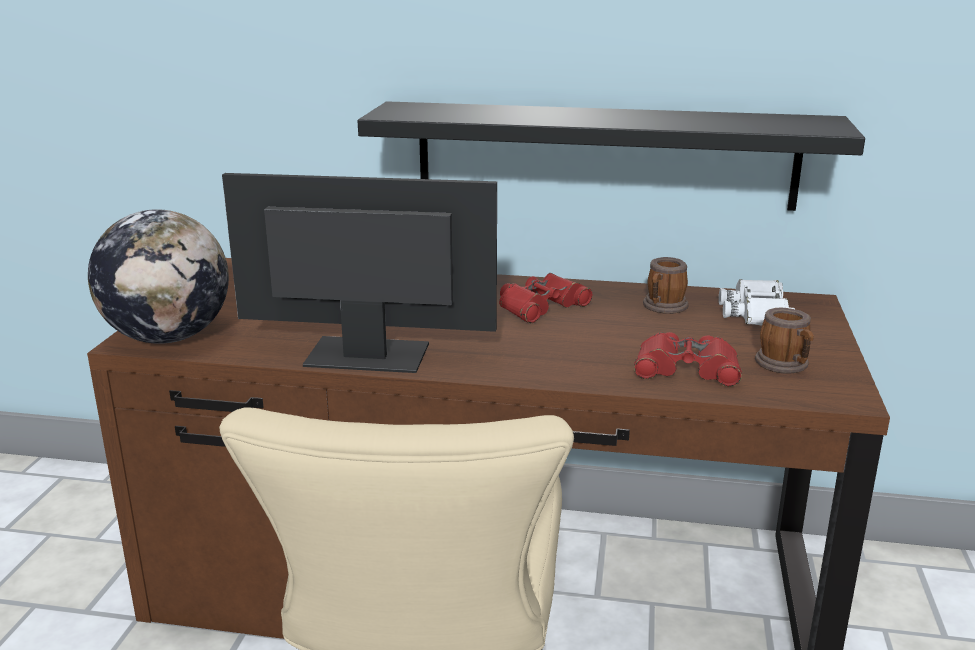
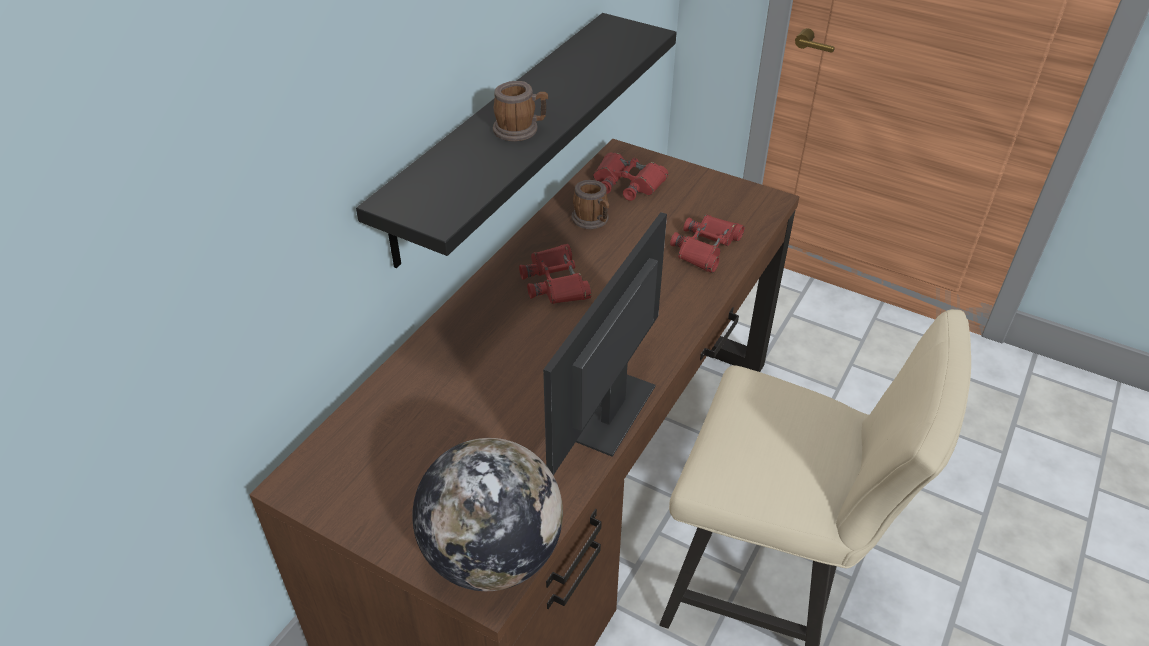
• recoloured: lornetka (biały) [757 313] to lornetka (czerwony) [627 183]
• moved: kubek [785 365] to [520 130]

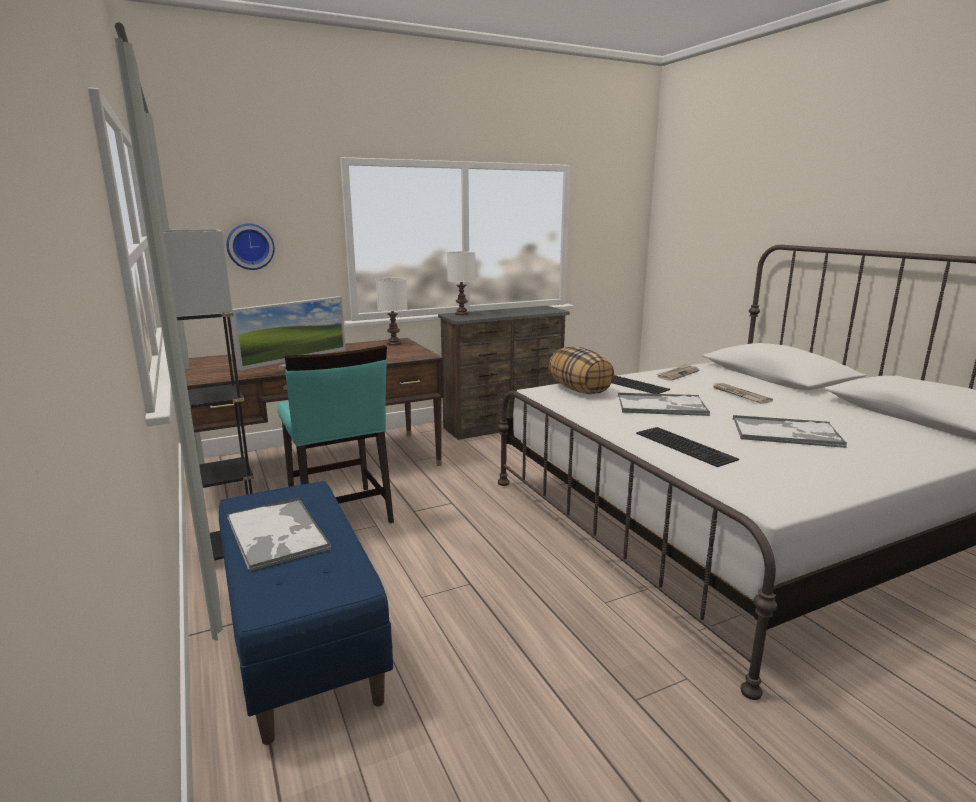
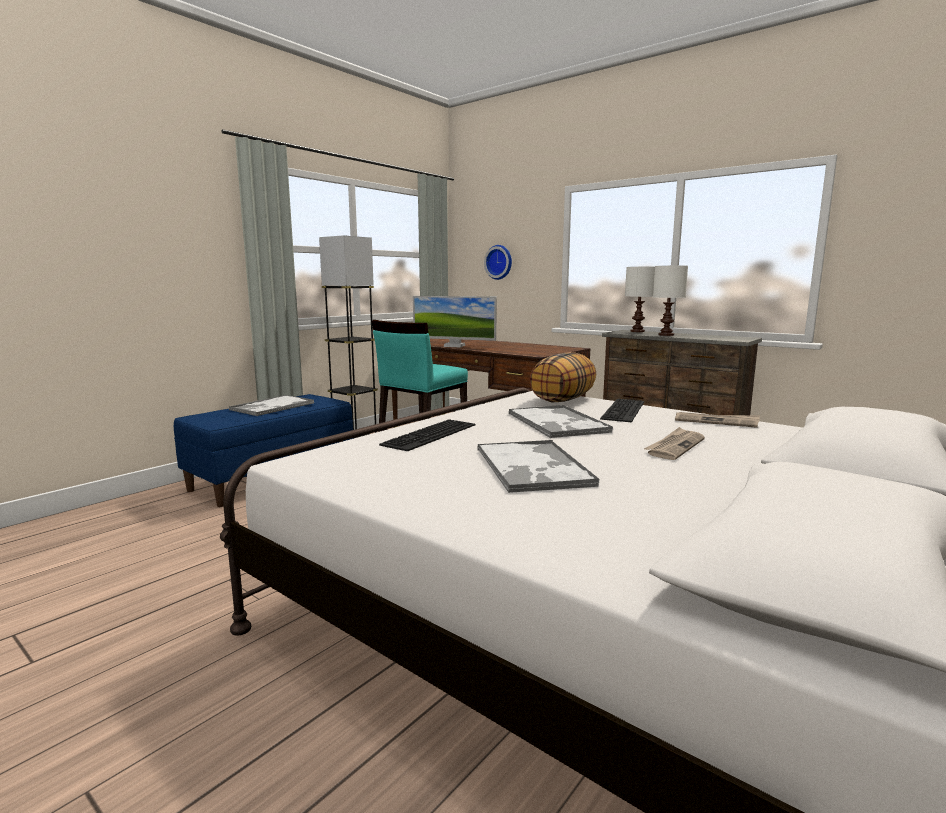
• moved: lampa stołowa (biały) [394 344] to [665 335]

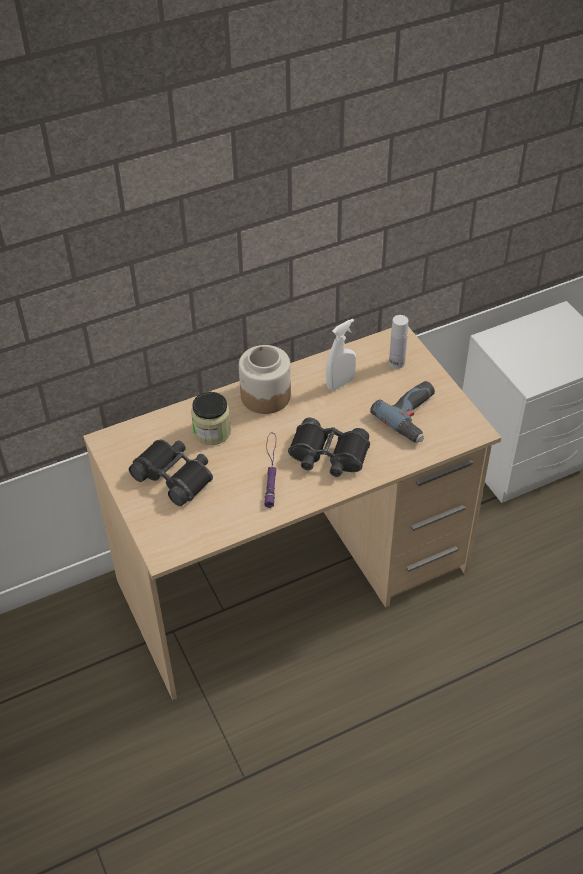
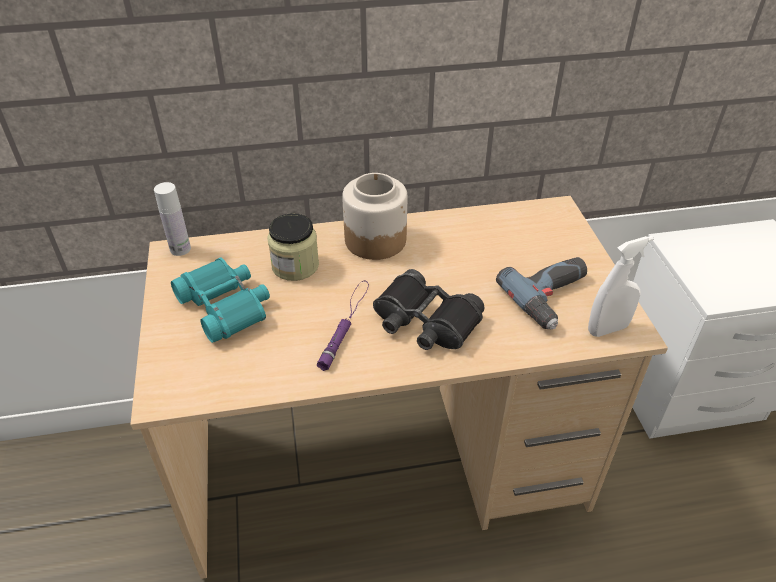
• moved: butelka (biały) [396 363] to [180 249]
• moved: spryskiwacz (biały) [340 383] to [607 329]
• recoloured: lornetka (czarny) [174 476] to lornetka (turkusowy) [226 306]

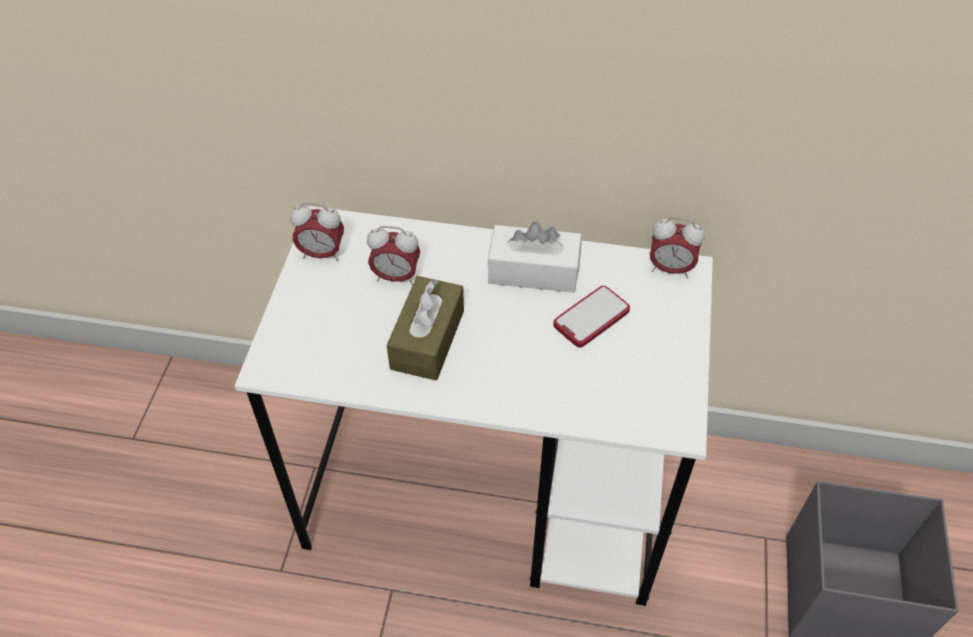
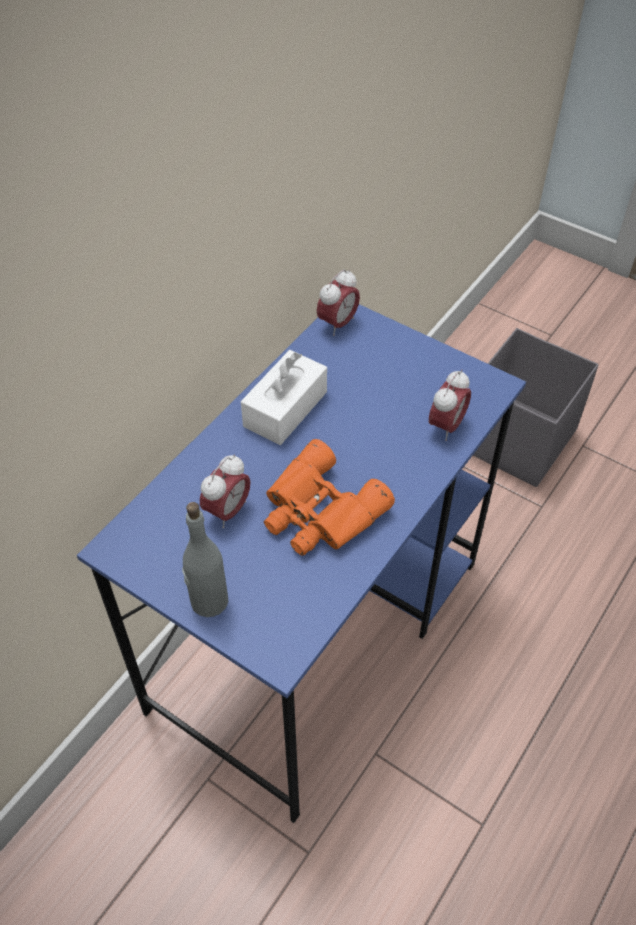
• moved: budzik [322 254] to [446 426]
• recoloured: biurko (biały) [489 493] to biurko (niebieski) [319 632]
• replaced: pudełko chusteczek (brązowy) [427 339] to lornetka (pomarańczowy) [319 513]
• removed: telefon [591 318]
• added: butelka (szary) [209 601]

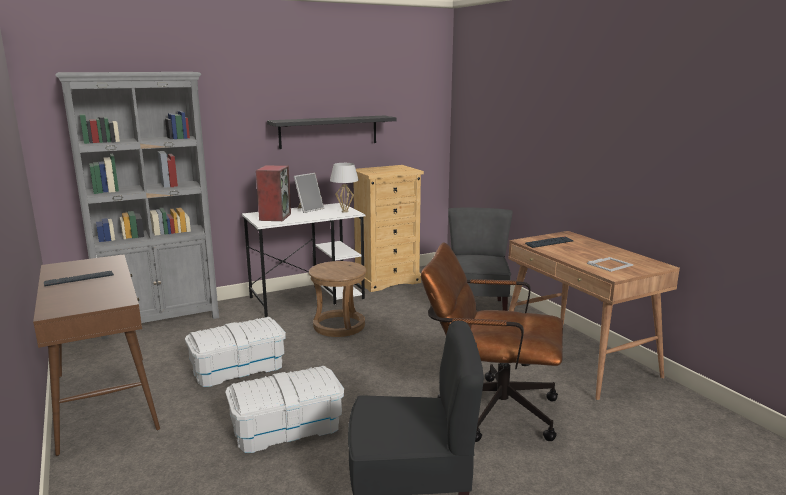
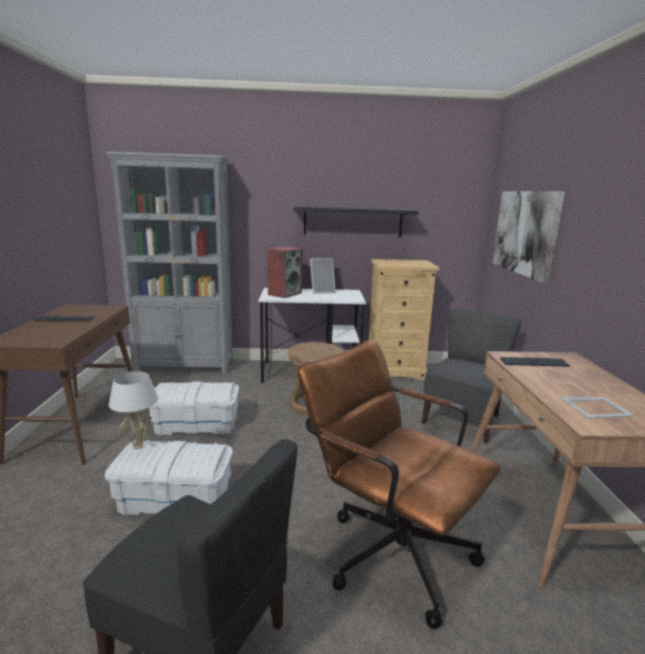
• moved: lampa stołowa (biały) [344 211] to [138 446]
• added: obraz [524 232]

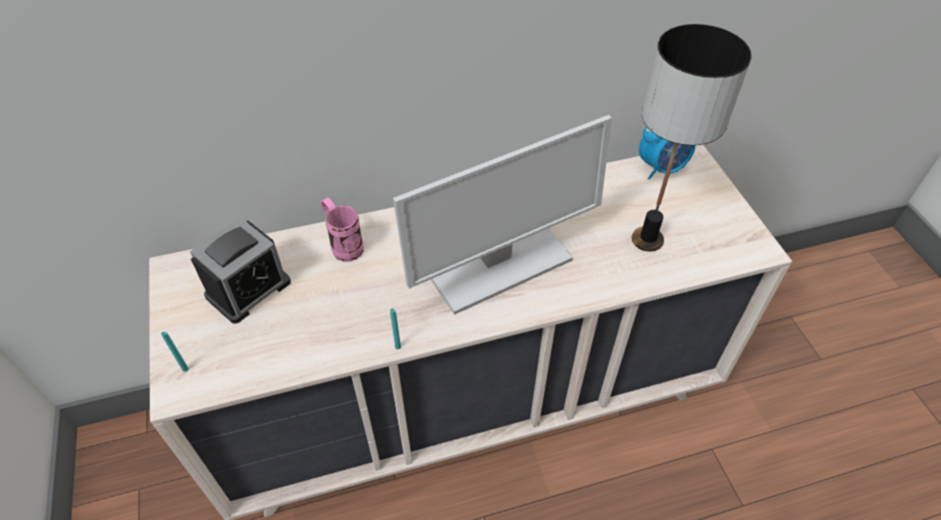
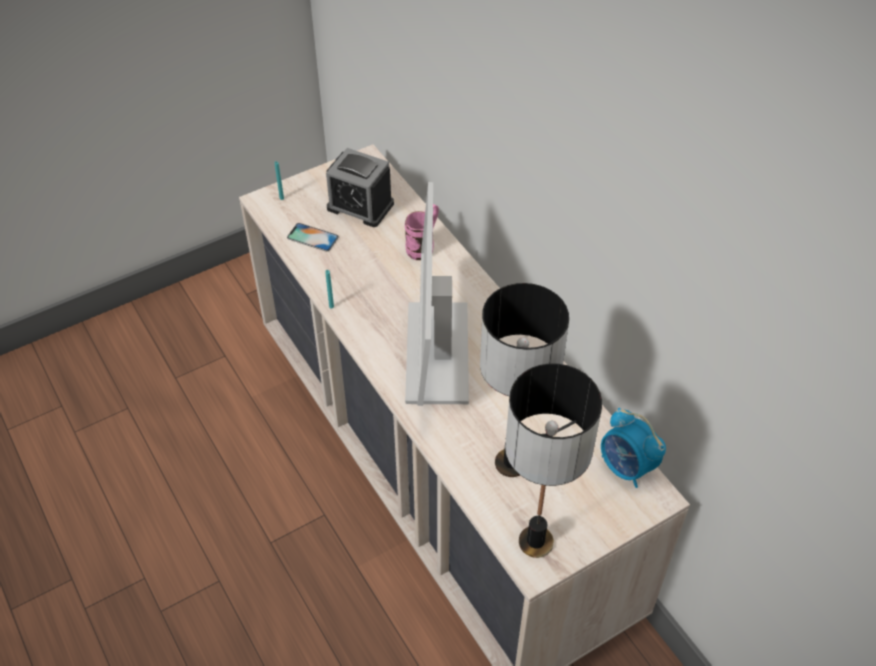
• turned: monitor [497 265] = [436 352] 45 degrees clockwise
• added: telefon [312 237]
• added: lampa stołowa [535 541]

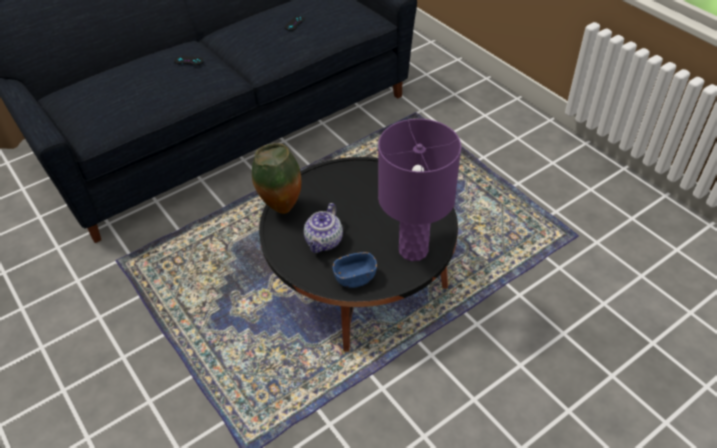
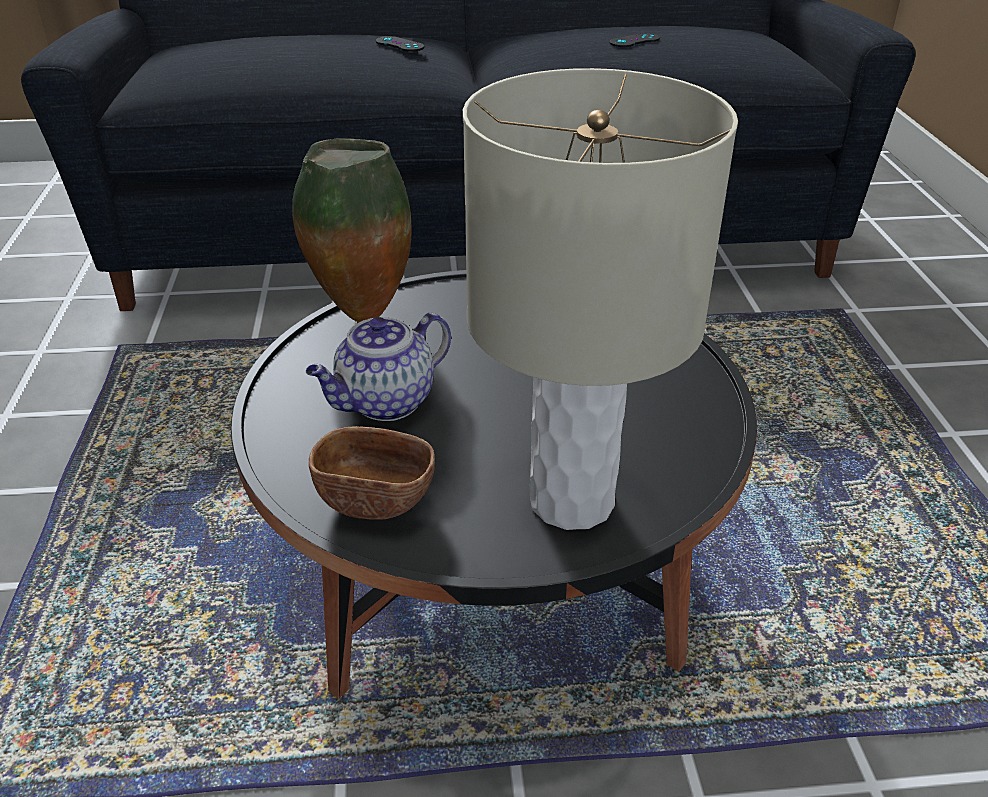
• recoloured: lampa stołowa (fioletowy) [413 250] to lampa stołowa (beżowy) [572 502]
• recoloured: miska (niebieski) [355 277] to miska (brązowy) [375 498]

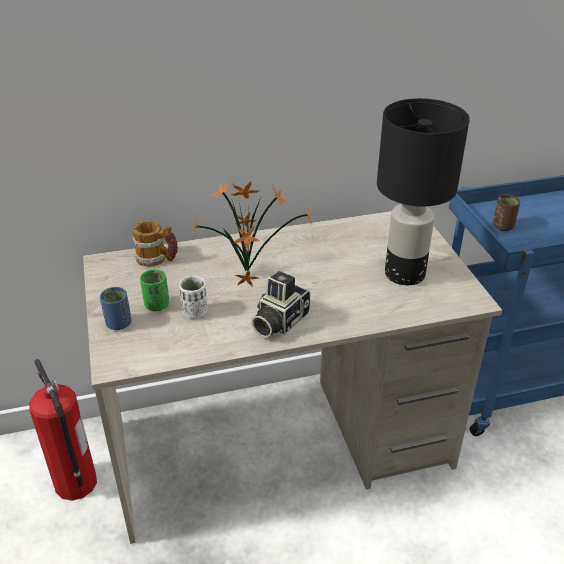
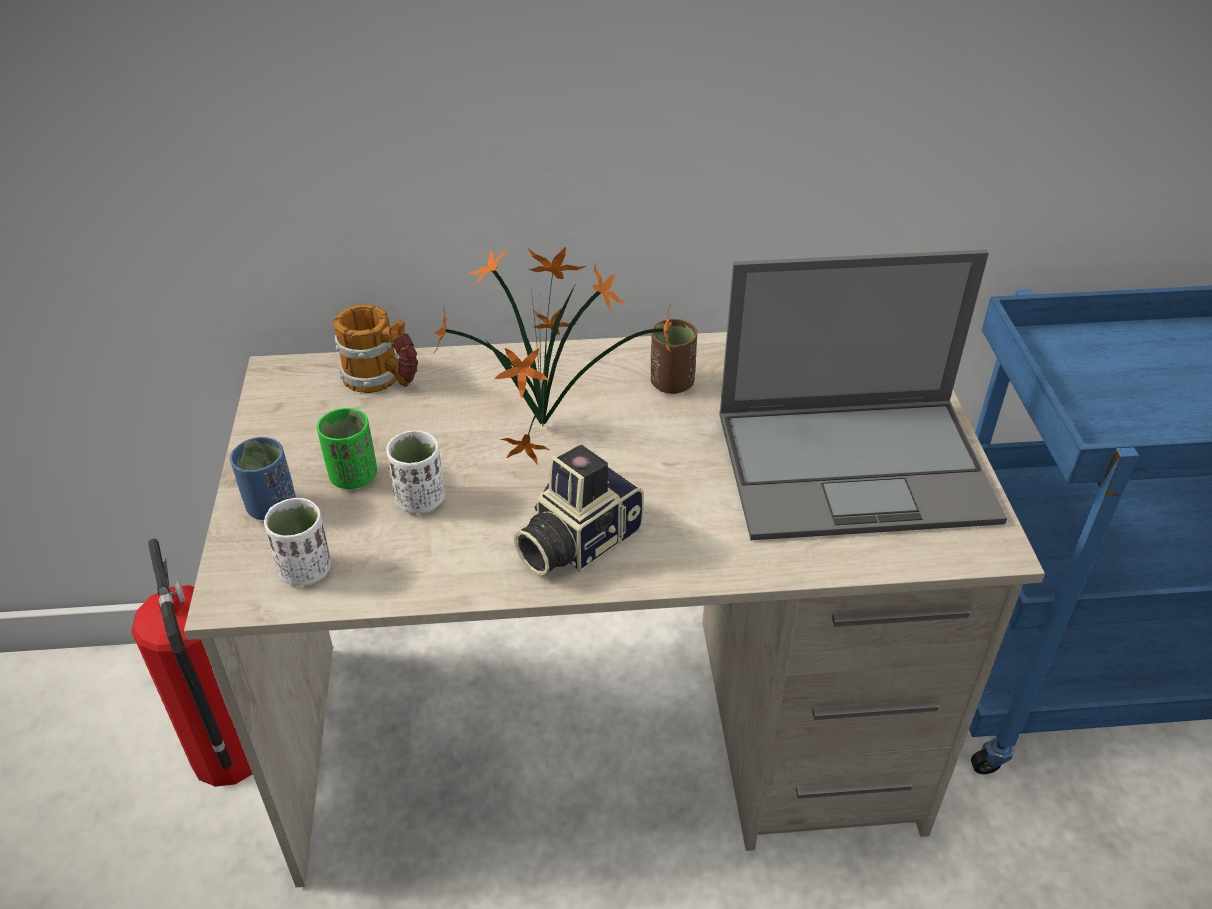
• replaced: lampa stołowa (czarny) [405 273] to laptop [857 466]
• moved: filiżanka (brązowy) [503 226] to [672 383]
• added: filiżanka (biały) [305 570]

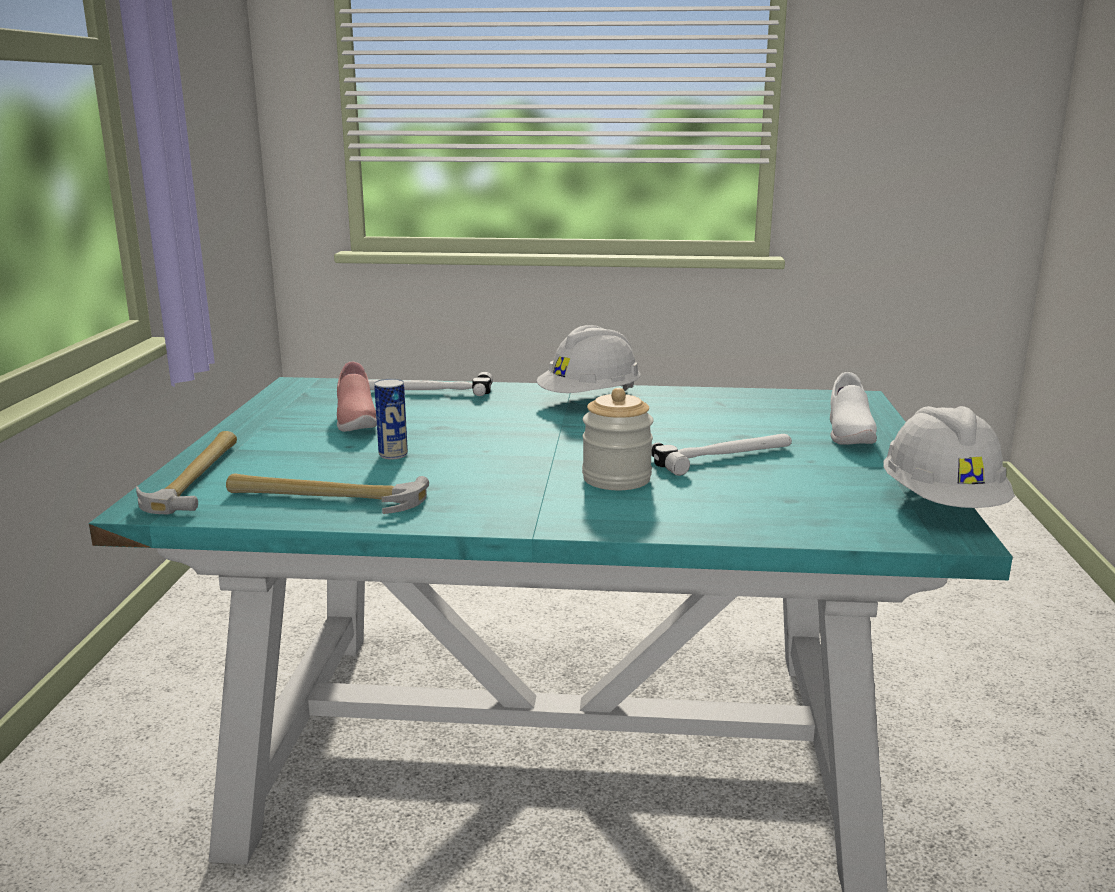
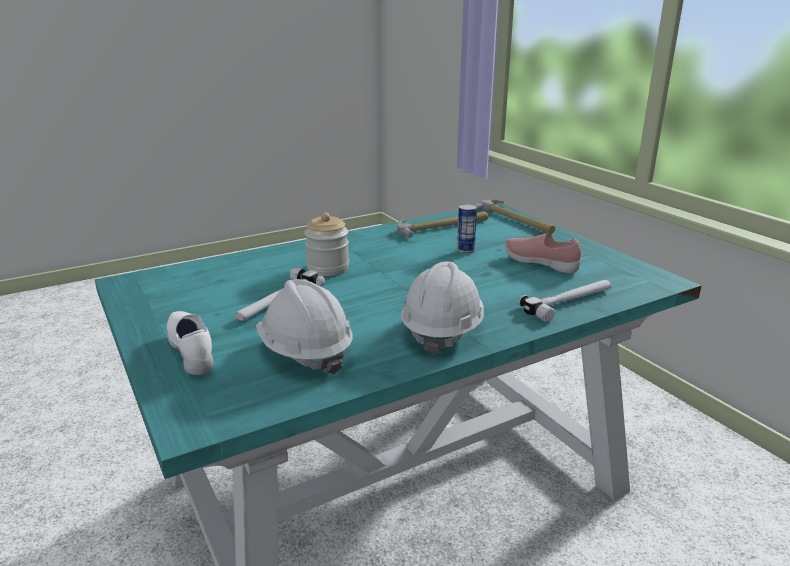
• moved: kask (biały) [942 504] to [305 353]

